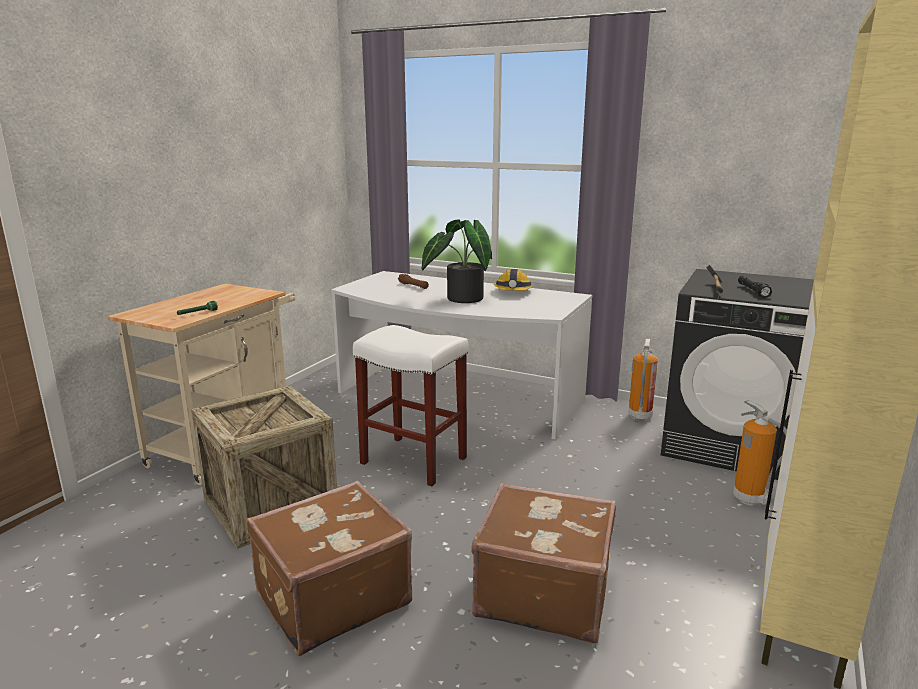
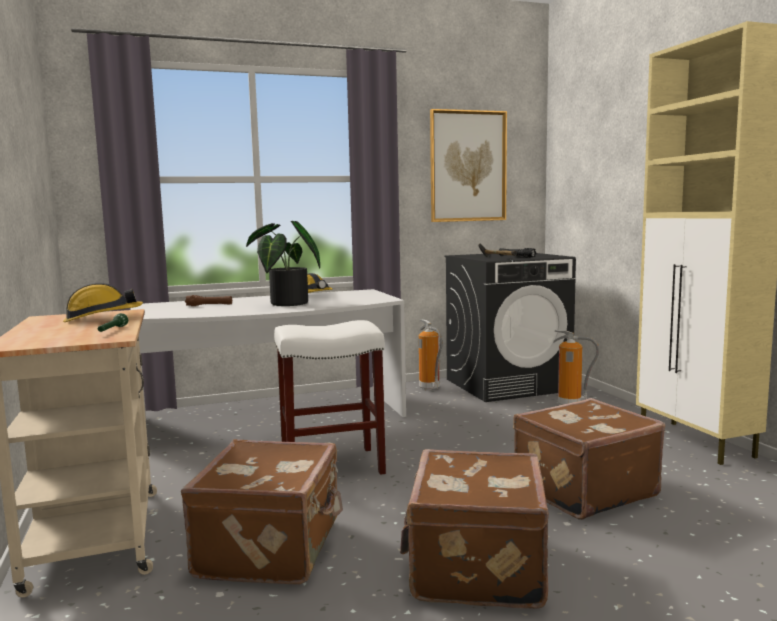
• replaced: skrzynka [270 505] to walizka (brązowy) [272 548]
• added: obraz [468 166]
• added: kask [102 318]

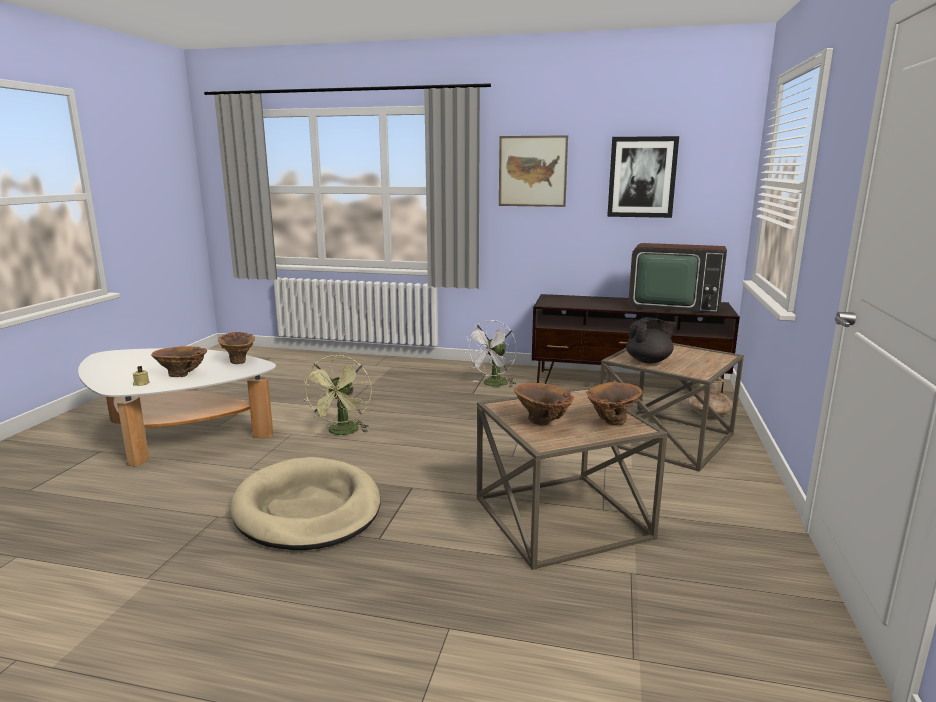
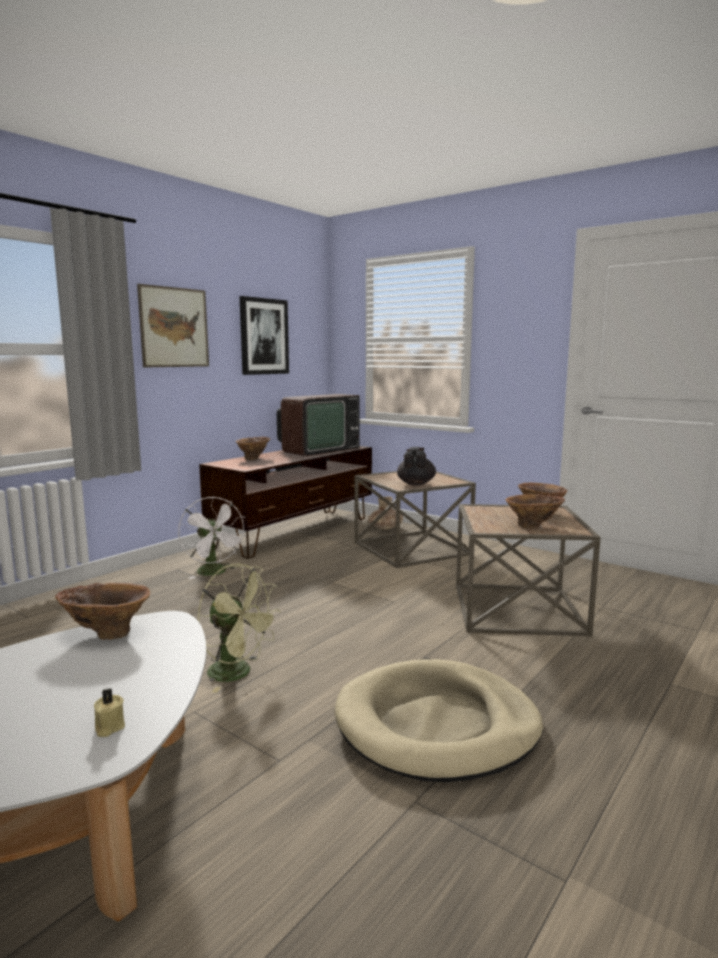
• moved: wazon (brązowy) [182 375] to [254 458]

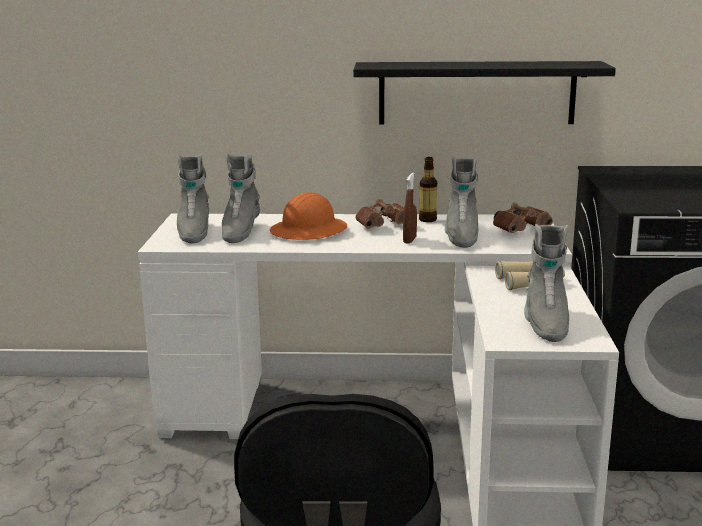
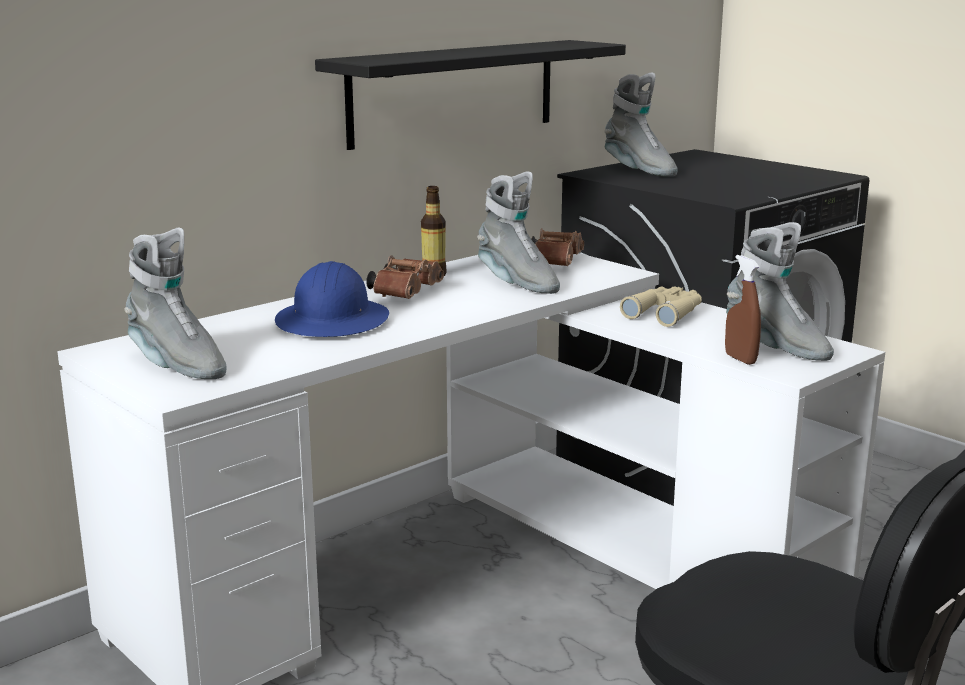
• moved: but z cholewką (szary) [240 232] to [638 170]
• moved: spryskiwacz (brązowy) [409 240] to [740 359]
• recoloured: kask (pomarańczowy) [309 231] to kask (niebieski) [333 321]

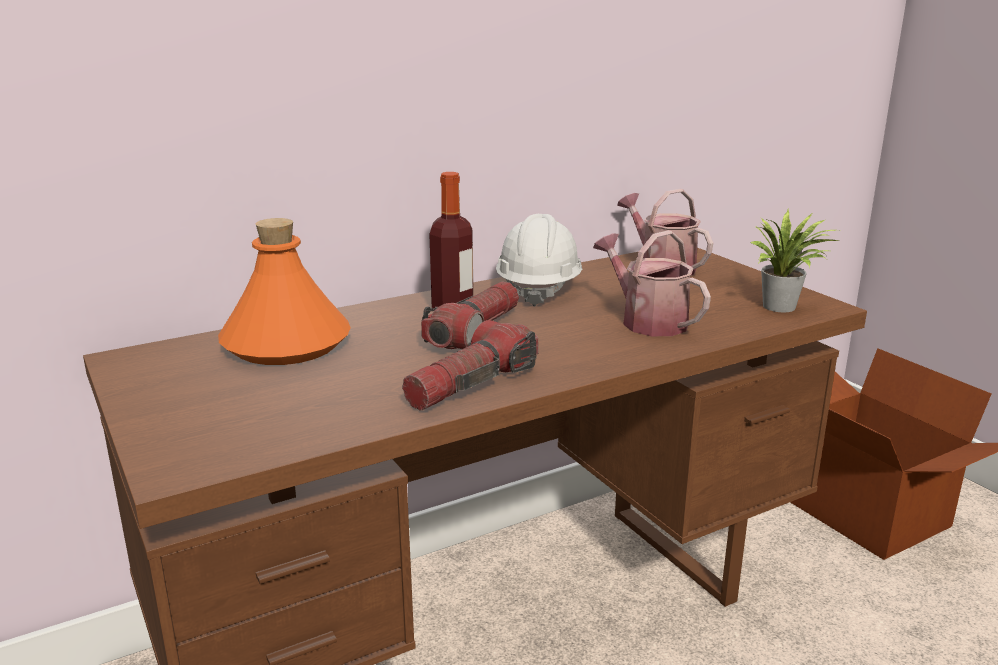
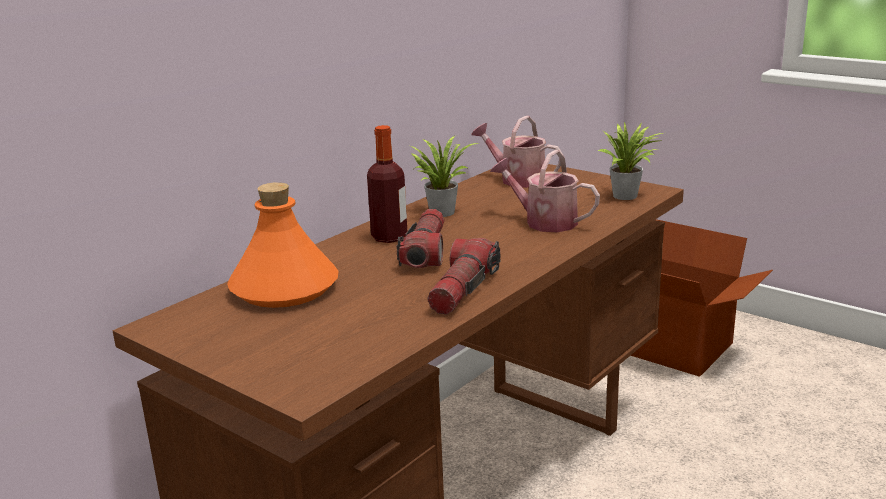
• replaced: kask (biały) [538 289] to roślina doniczkowa [441 211]

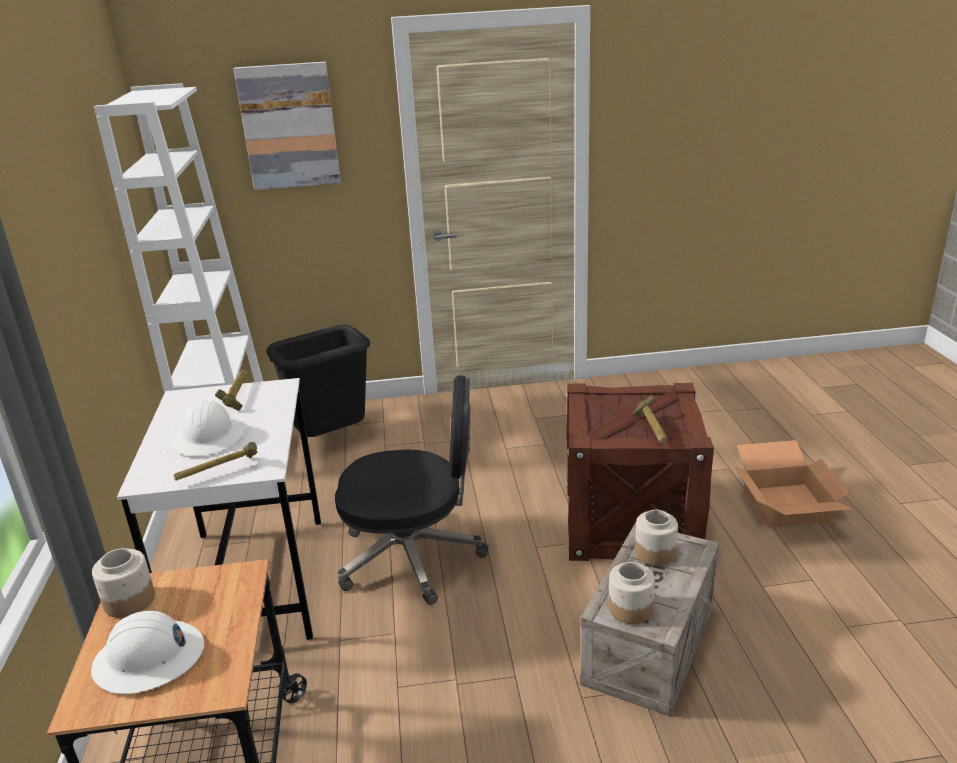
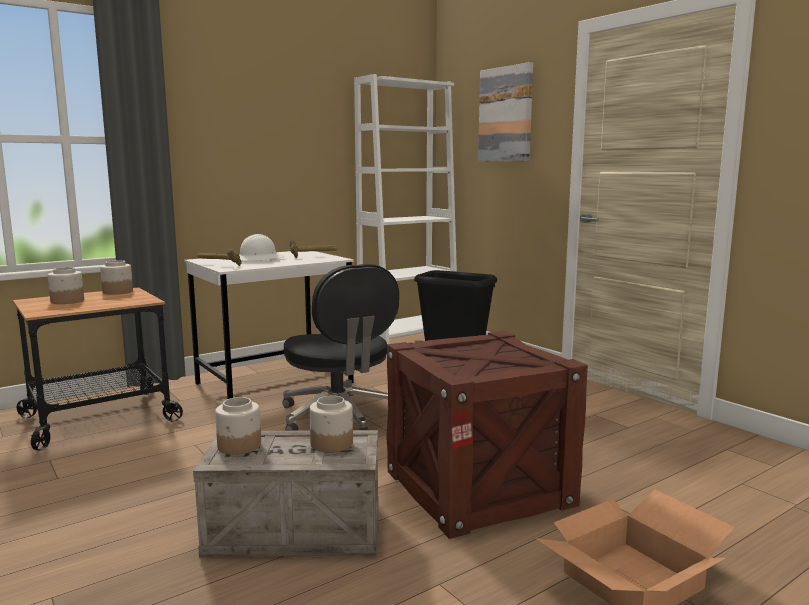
• removed: młotek [651 430]
• replaced: kask (biały) [149 659] to słoik [67 301]

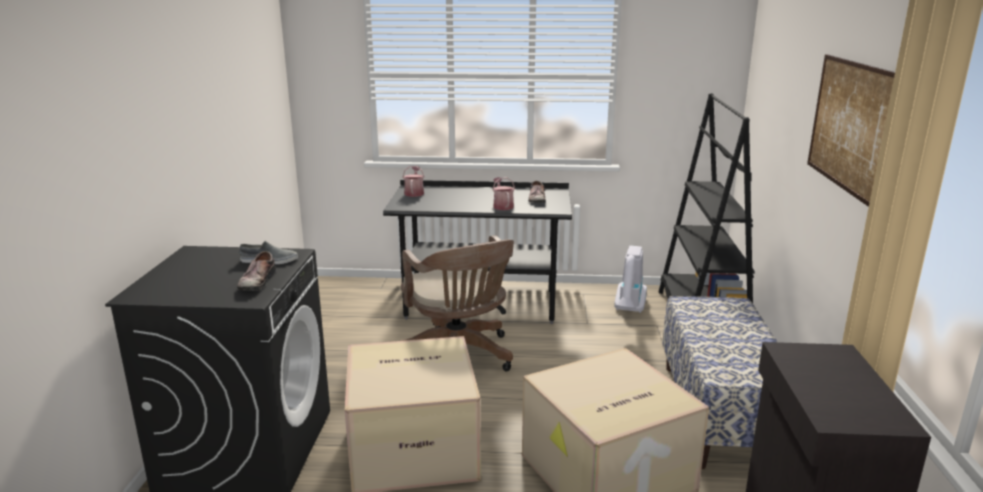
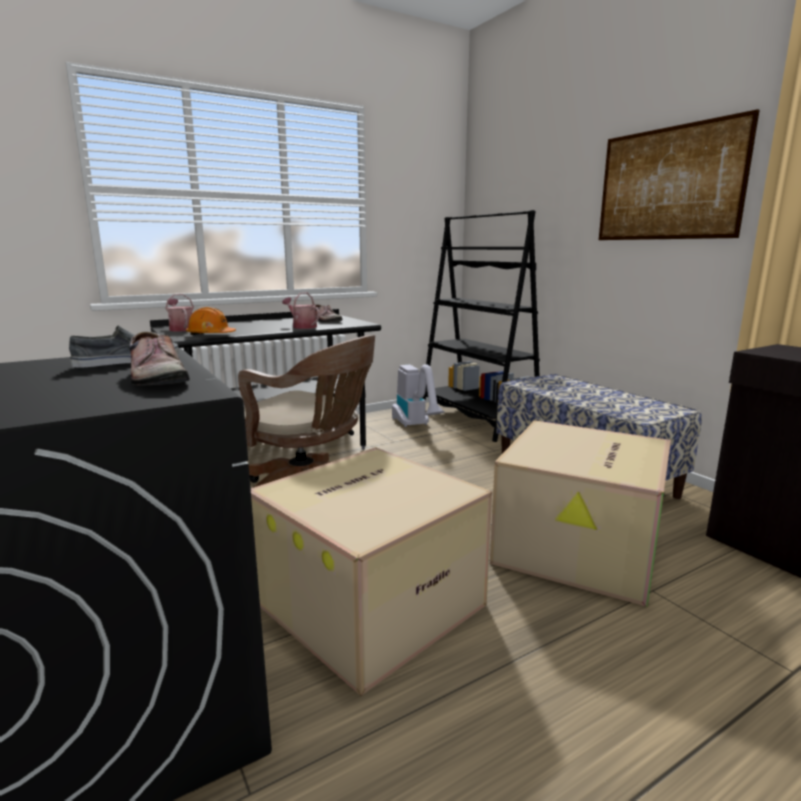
• added: kask (pomarańczowy) [211 335]

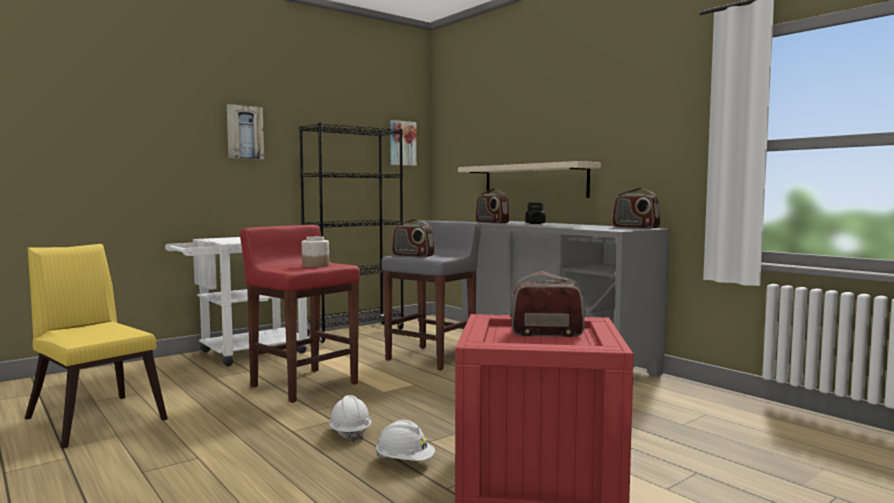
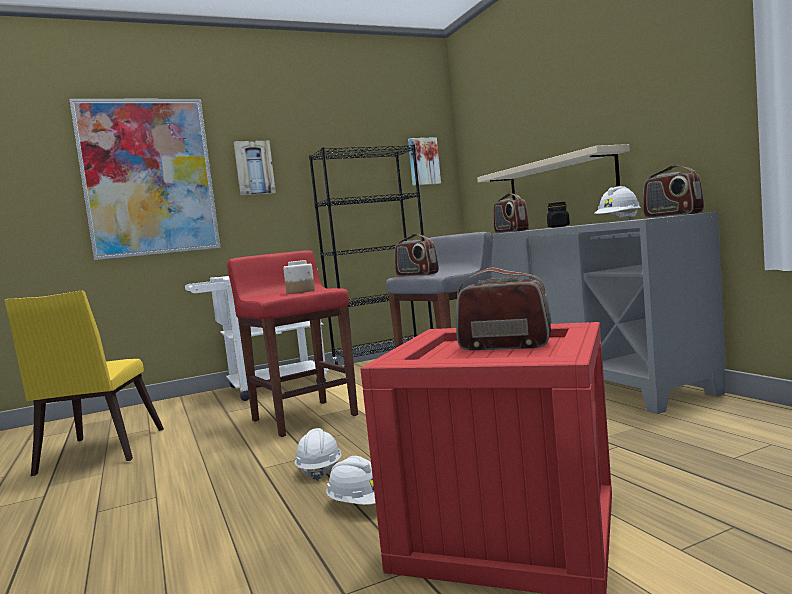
• turned: krzesło (żółty) [95 417] = [97 454] 150 degrees counterclockwise
• added: obraz [148 177]
• added: kask (biały) [618 221]

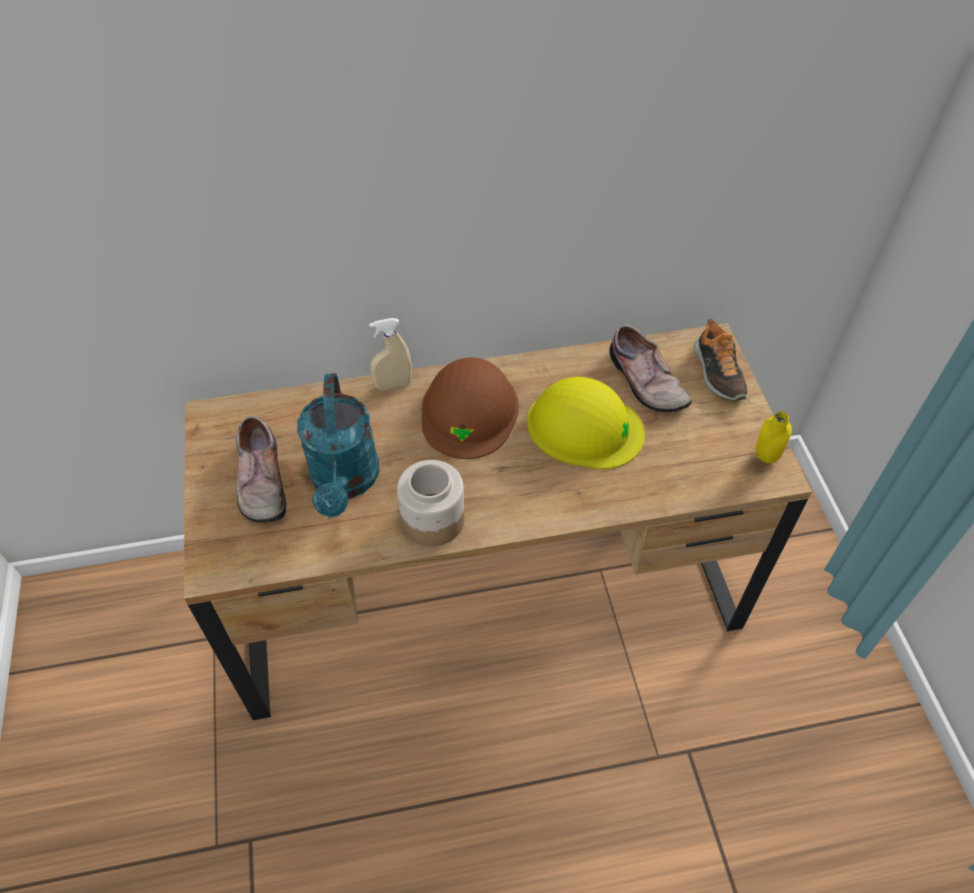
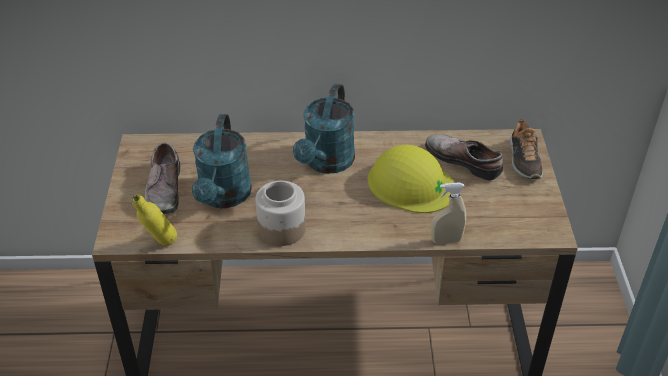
• moved: spryskiwacz (beżowy) [393 385] to [446 240]
• turned: but [644 381] = [464 160] 150 degrees clockwise
• replaced: kask (brązowy) [469 411] to konewka (turkusowy) [326 163]
• moved: butelka (żółty) [762 464] to [160 246]

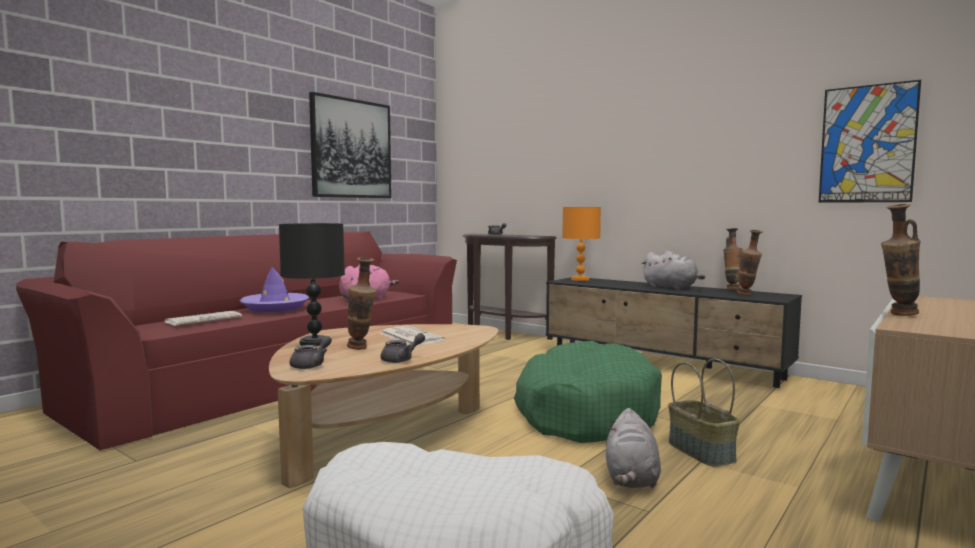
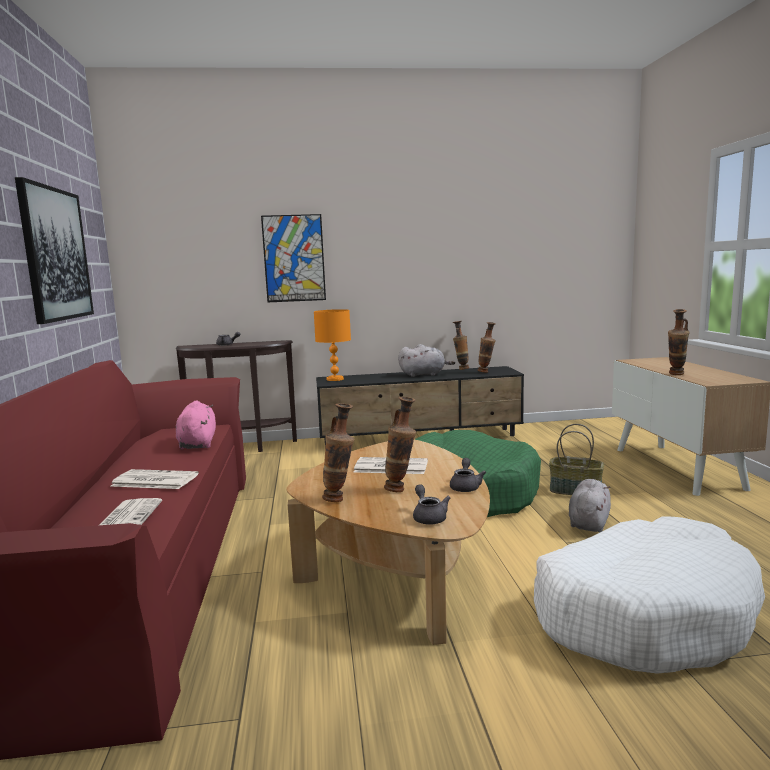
• moved: obraz [867 144] to [294 258]
• replaced: lampa stołowa (czarny) [315 342] to wazon [340 499]
• replaced: kapelusz (fioletowy) [275 308] to gazeta [153 480]
• turned: pluszak (szary) [631 479] = [589 522] 120 degrees counterclockwise

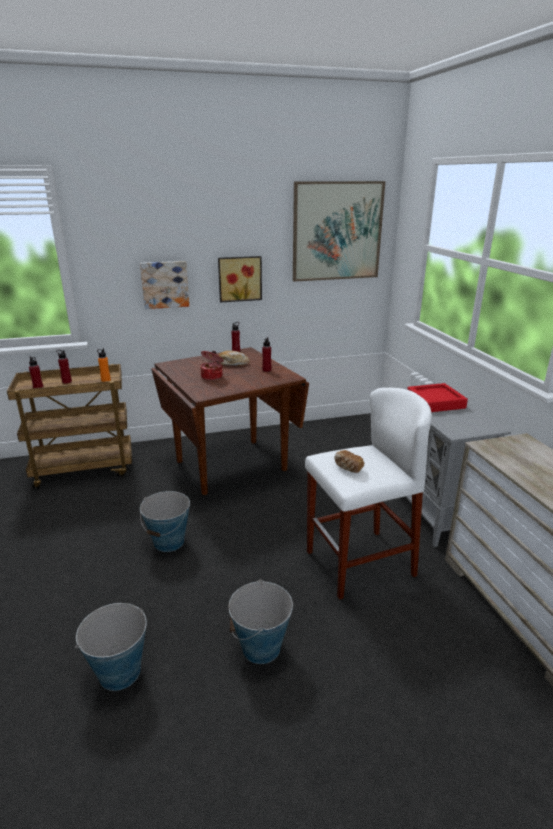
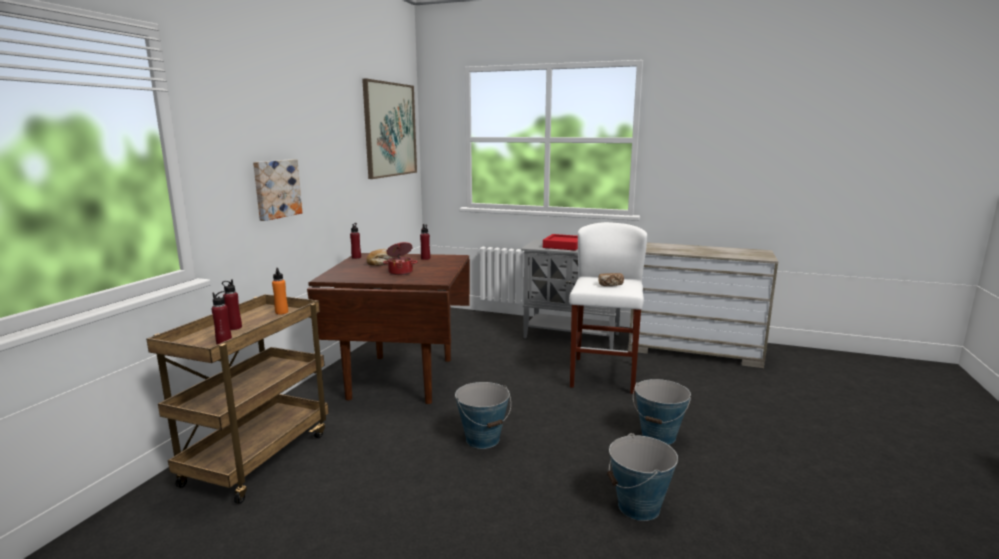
• removed: obraz [239 278]

